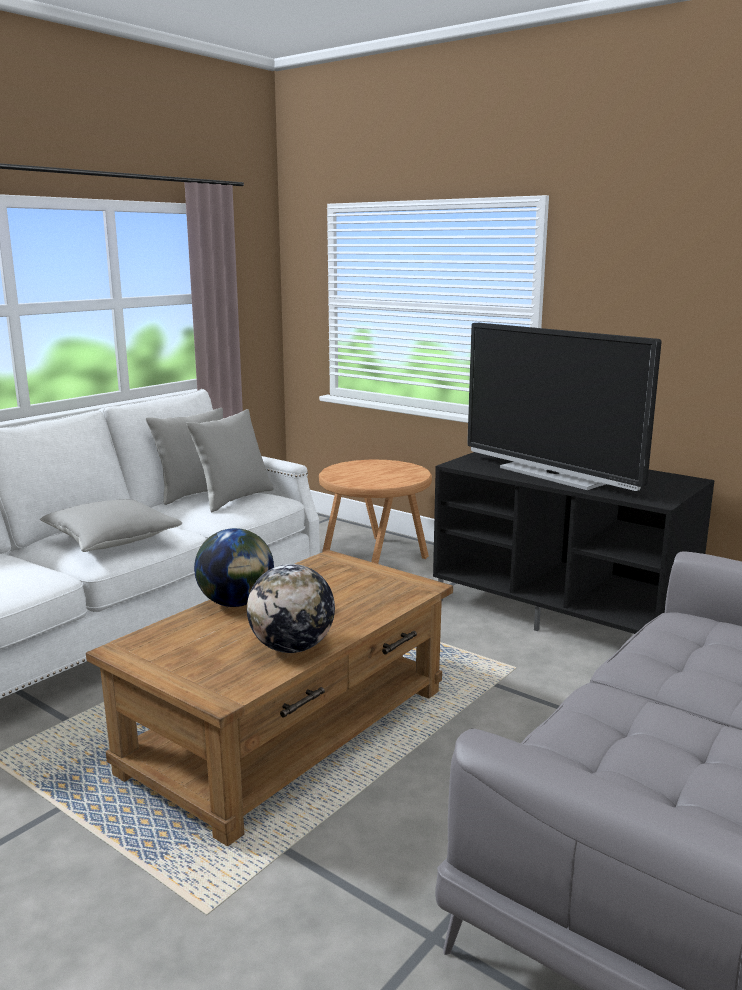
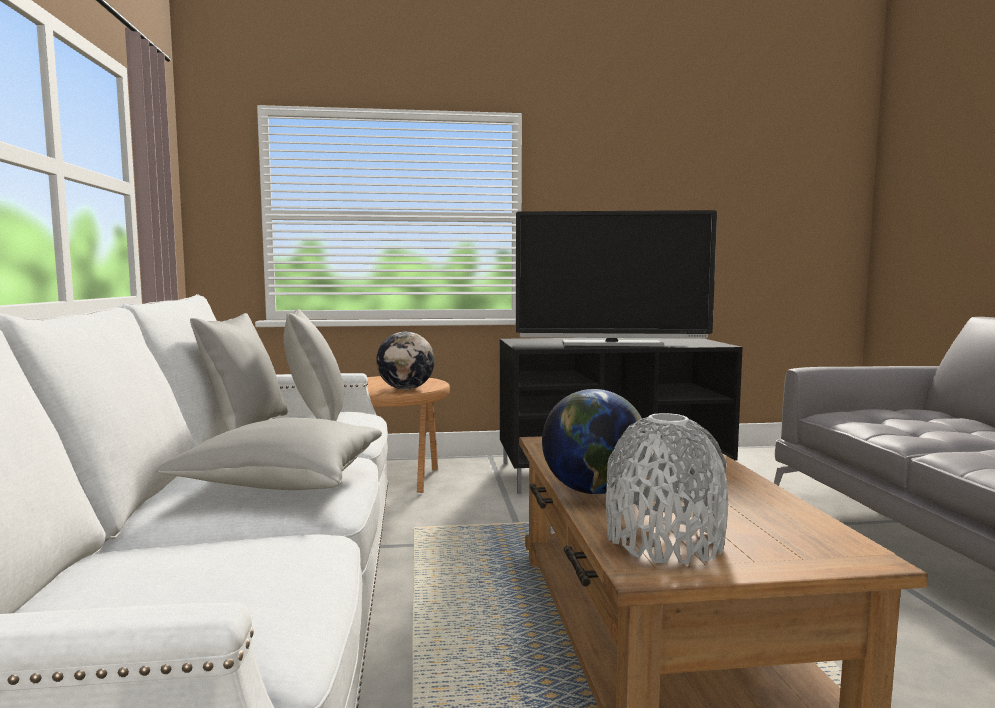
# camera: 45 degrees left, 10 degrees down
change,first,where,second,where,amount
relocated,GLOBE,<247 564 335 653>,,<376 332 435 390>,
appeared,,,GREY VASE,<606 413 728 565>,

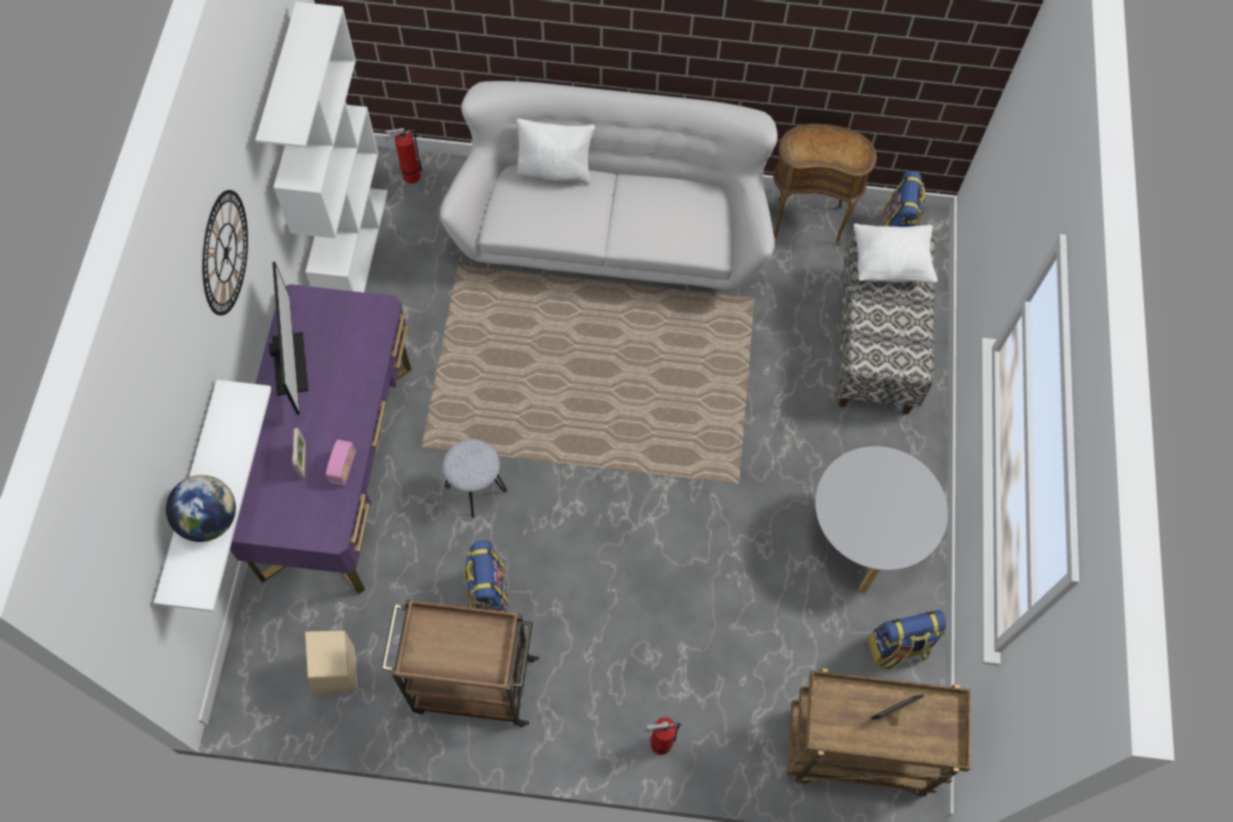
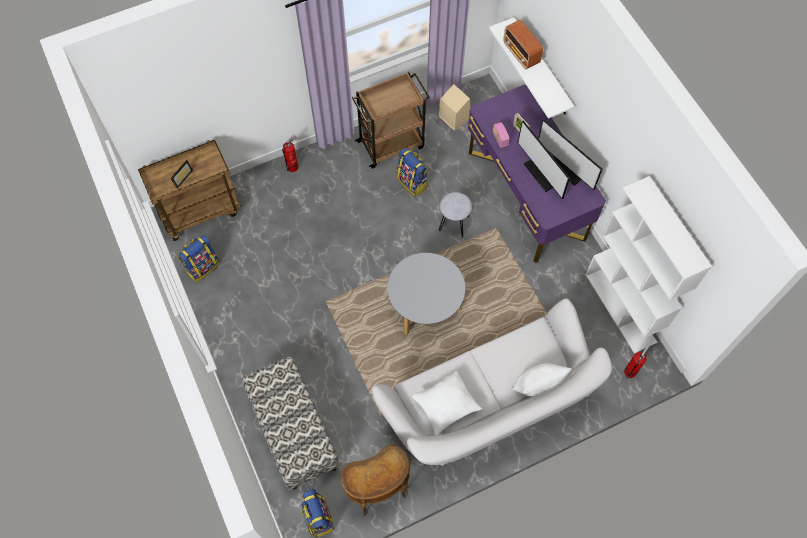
# camera: 150 degrees right, 0 degrees up
change,first,where,second,where,amount
missing,WALL CLOCK,<202 190 248 316>,,,
relocated,WHITE PILLOW,<854 224 938 283>,,<413 371 482 436>,
relocated,GREY COFFEE TABLE,<814 446 948 593>,,<387 253 465 335>,
exchanged,GLOBE,<166 475 236 542>,RADIO,<503 20 543 69>,
appeared,,,MONITOR,<518 120 570 199>,

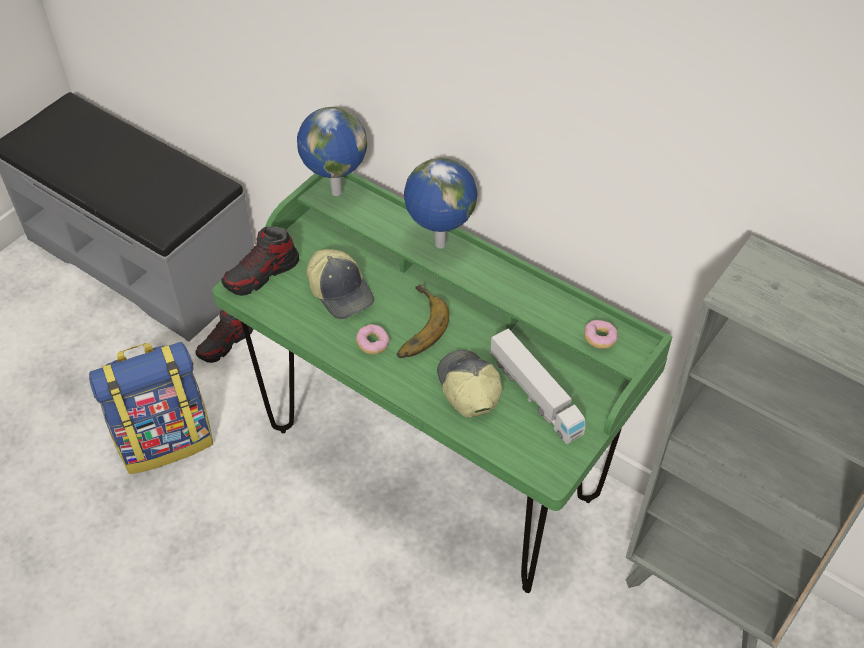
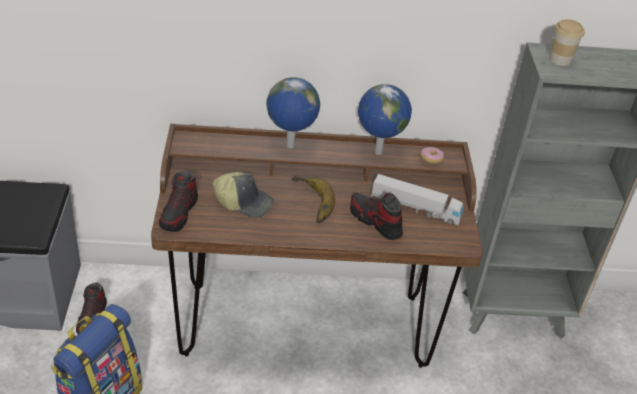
# camera: 40 degrees left, 10 degrees down
change,first,where,second,where,amount
relocated,GLOBE,<297 107 367 196>,,<358 84 412 155>,
colour,GREEN DESK,<212 172 672 593>,BROWN DESK,<151 124 483 368>,
missing,DONUT,<356 324 390 354>,,,
exchanged,CAP,<437 350 502 418>,SHOE,<350 193 403 240>,
appeared,,,CUP,<549 19 585 66>,

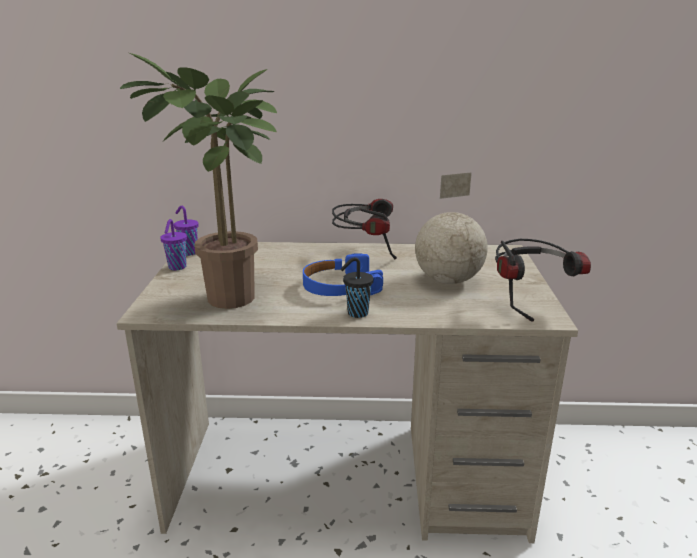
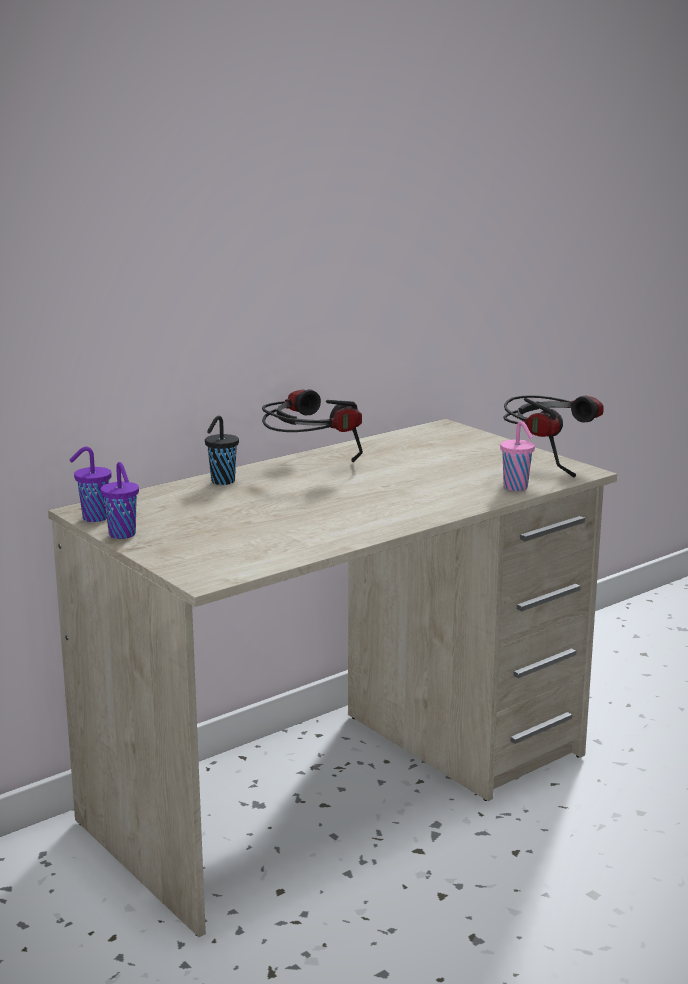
# camera: 40 degrees left, 5 degrees down
change,first,where,second,where,amount
missing,POTTED PLANT,<120 53 277 309>,,,
missing,GLOBE,<415 172 488 284>,,,
missing,BLUE HEADPHONES,<303 253 383 296>,,,
relocated,BLACK CUP,<340 257 374 318>,,<205 416 239 485>,
appeared,,,PINK CUP,<500 421 535 491>,

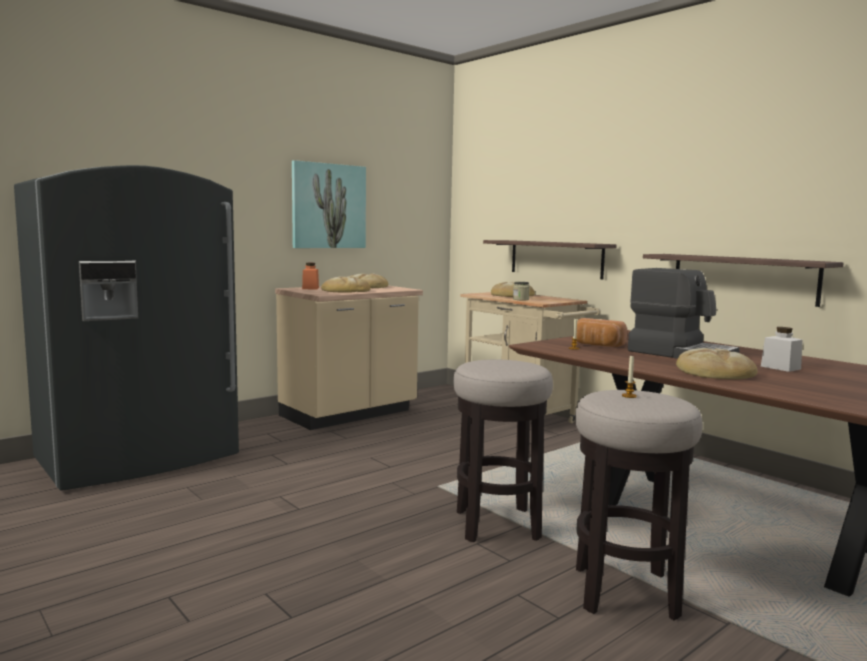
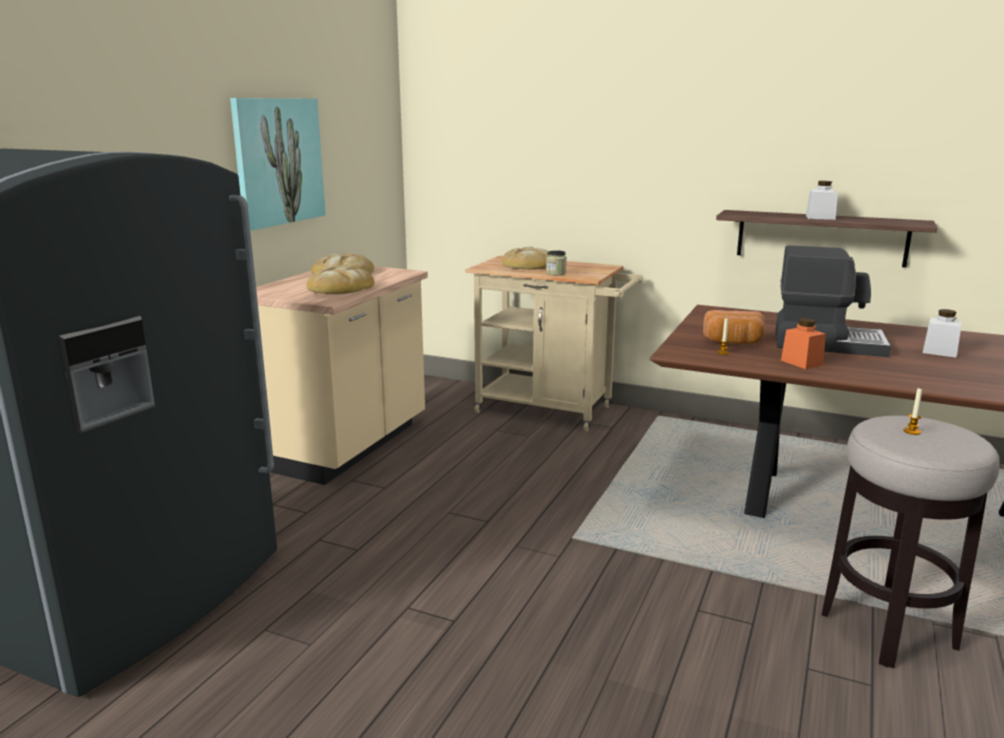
# camera: 25 degrees left, 10 degrees up
change,first,where,second,where,amount
missing,SHELF,<483 240 617 280>,,,
relocated,ORANGE JAR,<302 263 319 289>,,<781 318 826 369>,
missing,BREAD,<676 348 757 379>,,,
missing,STOOL,<453 360 553 542>,,,
appeared,,,WHITE JAR,<806 181 838 220>,

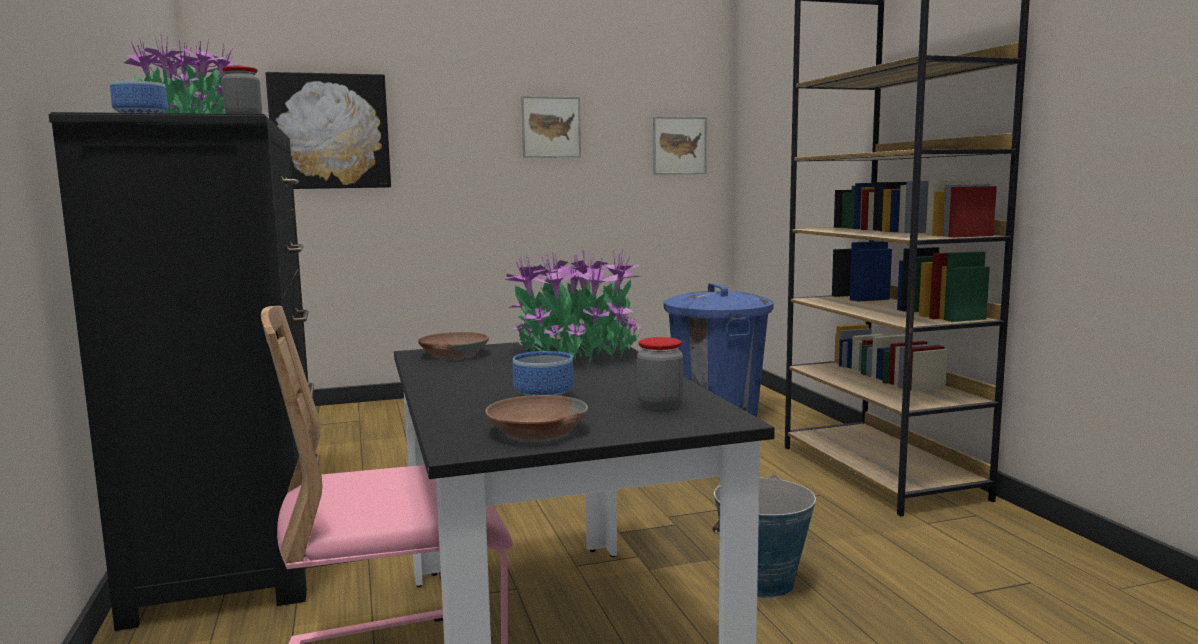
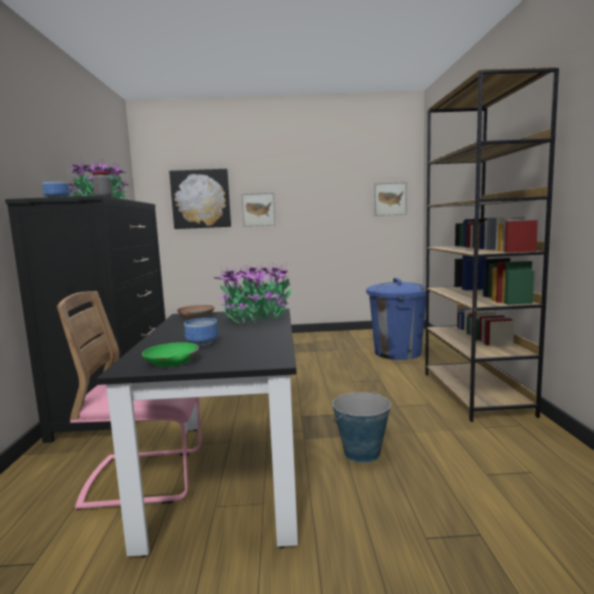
# camera: 15 degrees right, 0 degrees up
change,first,where,second,where,amount
relocated,PICTURE,<521 96 581 158>,,<241 193 275 227>,
missing,JAR,<637 337 683 410>,,,
colour,BROWN BOWL,<485 395 588 440>,GREEN BOWL,<142 342 199 367>,

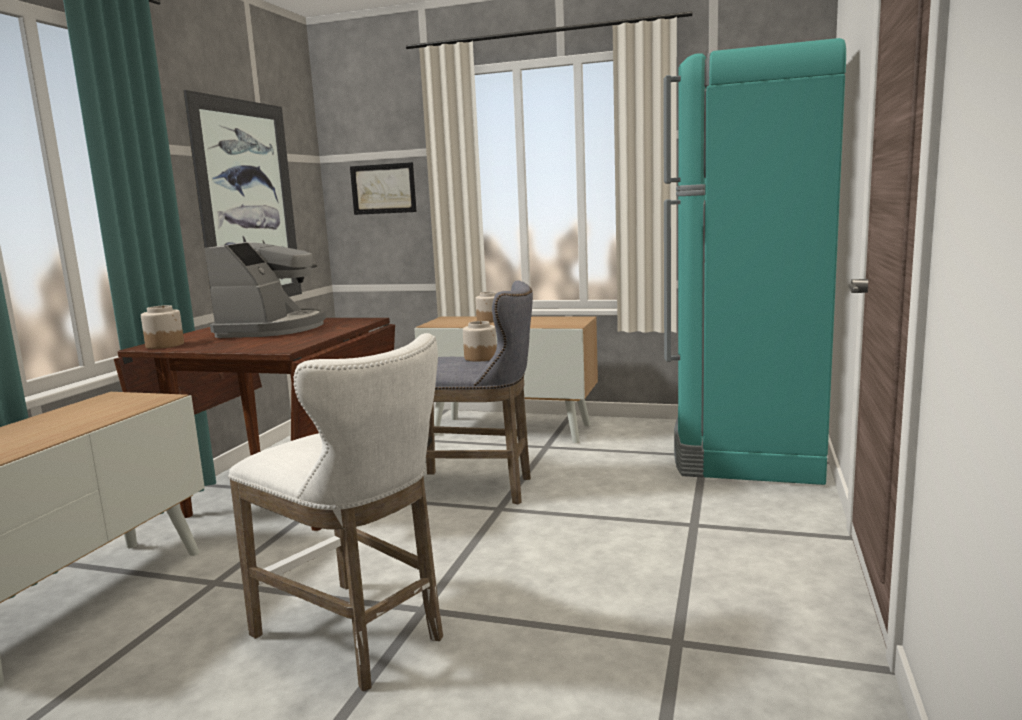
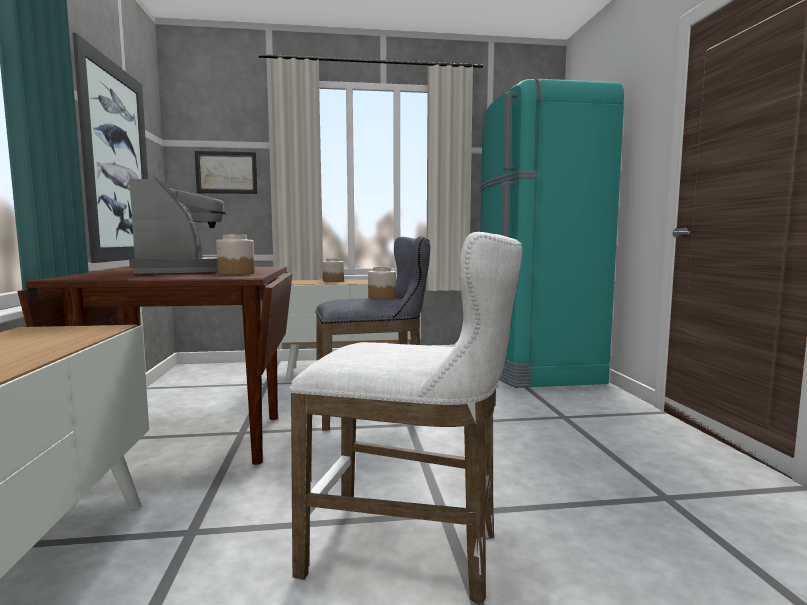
# camera: 25 degrees left, 5 degrees down
change,first,where,second,where,amount
relocated,JAR,<141 305 184 349>,,<216 235 255 275>,

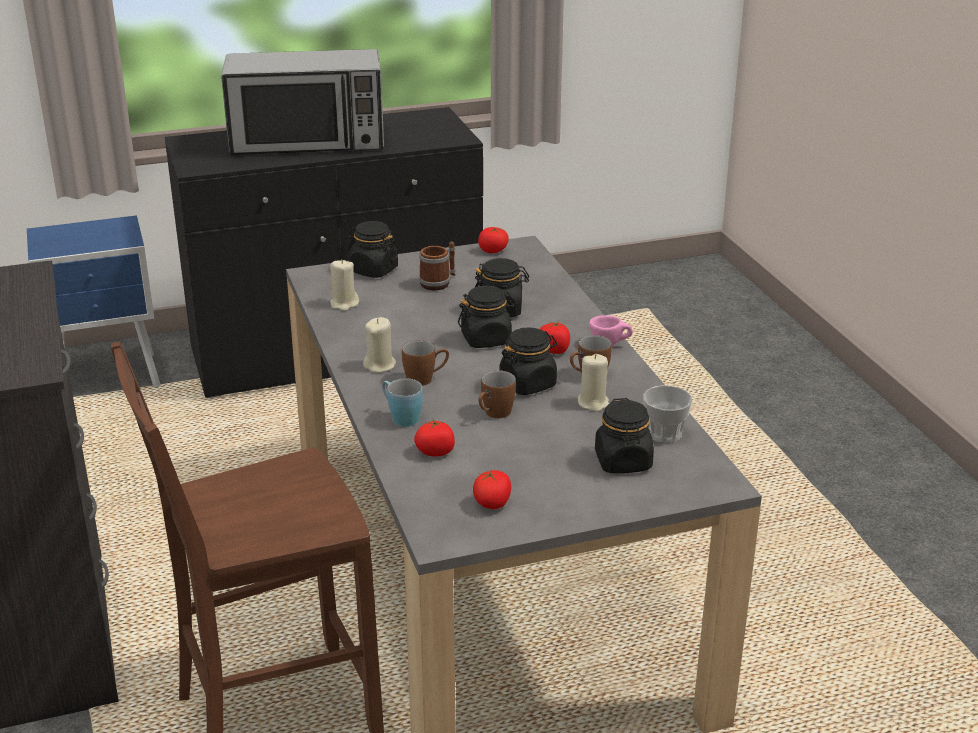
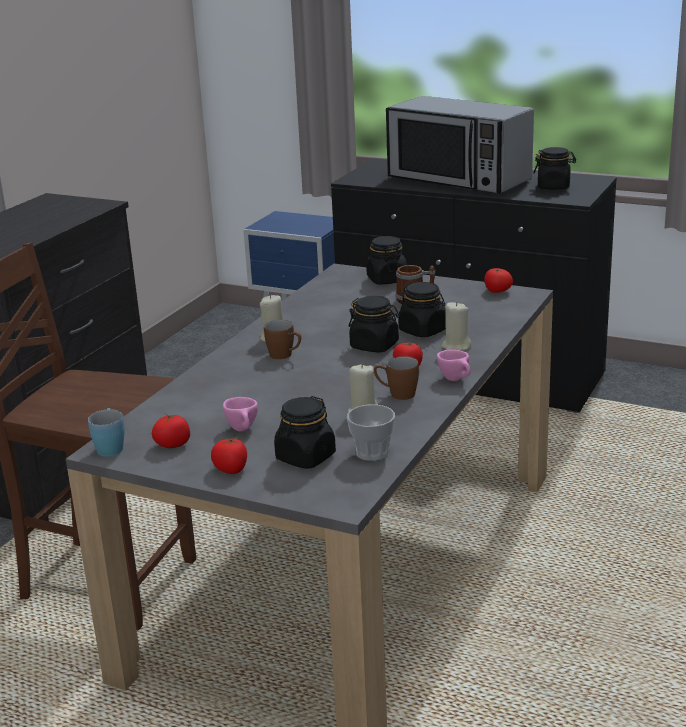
# camera: 45 degrees right, 5 degrees down
change,first,where,second,where,amount
relocated,BEIGE CANDLE,<330 259 359 311>,,<441 302 472 351>,
relocated,BLACK JAR,<500 327 557 395>,,<534 147 576 190>,
missing,BROWN MUG,<479 370 516 418>,,,
relocated,BLUE MUG,<382 378 423 427>,,<88 408 125 457>,
relocated,TOMATO,<414 418 455 457>,,<211 437 247 474>,
appeared,,,PINK CUP,<223 397 258 431>,

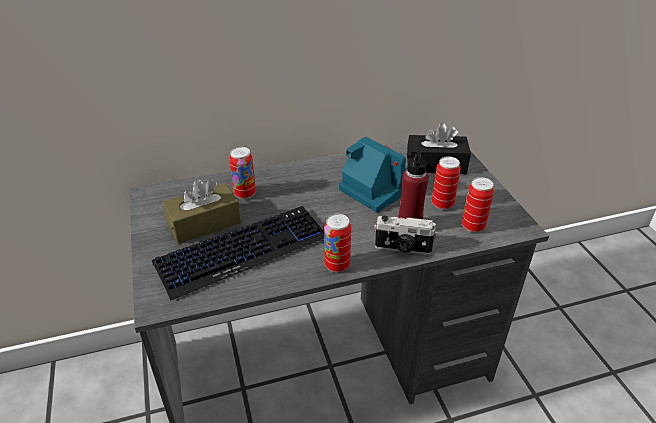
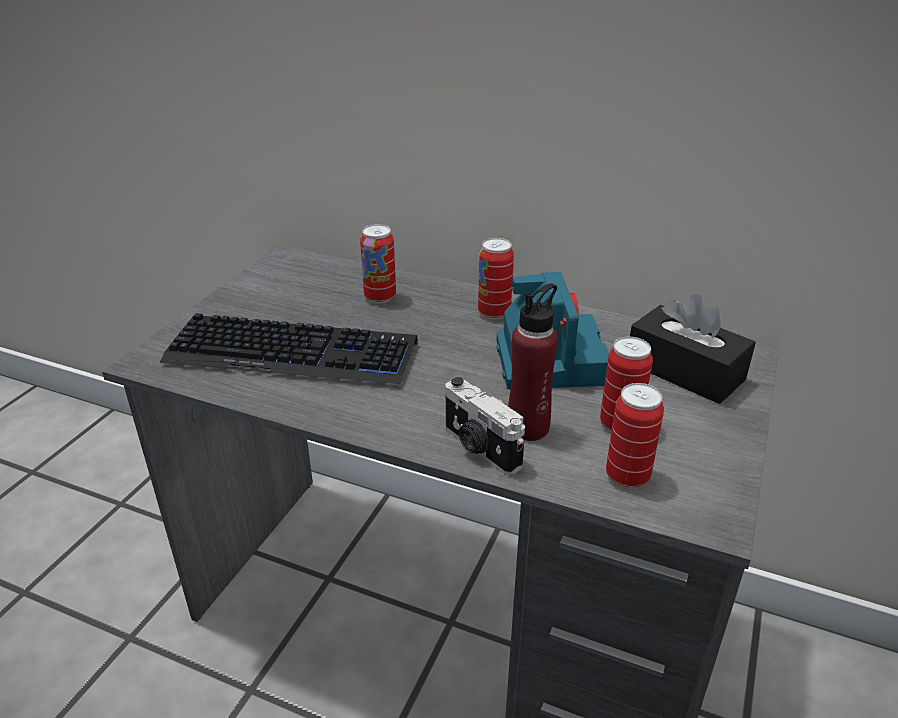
# camera: 40 degrees right, 5 degrees down
change,first,where,second,where,amount
missing,BROWN TISSUE BOX,<163 179 241 244>,,,
relocated,CAN,<324 214 351 272>,,<478 238 514 320>,

